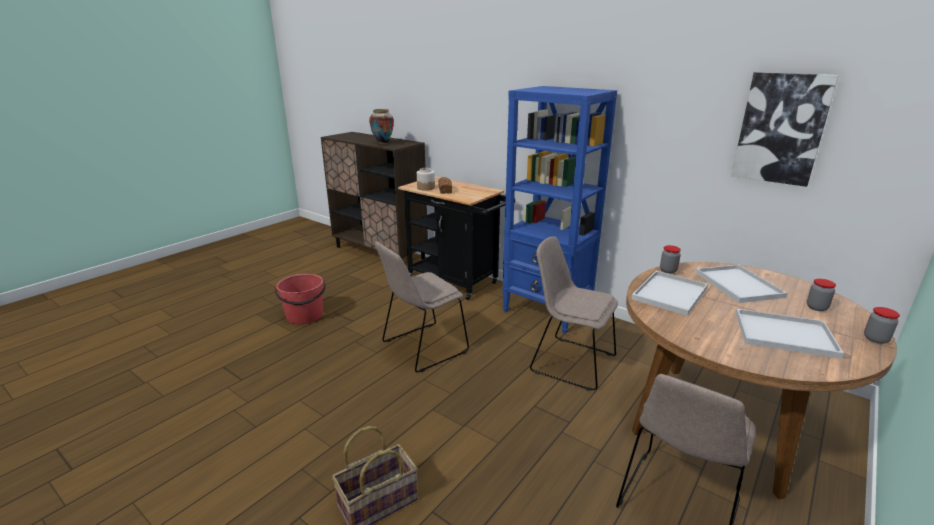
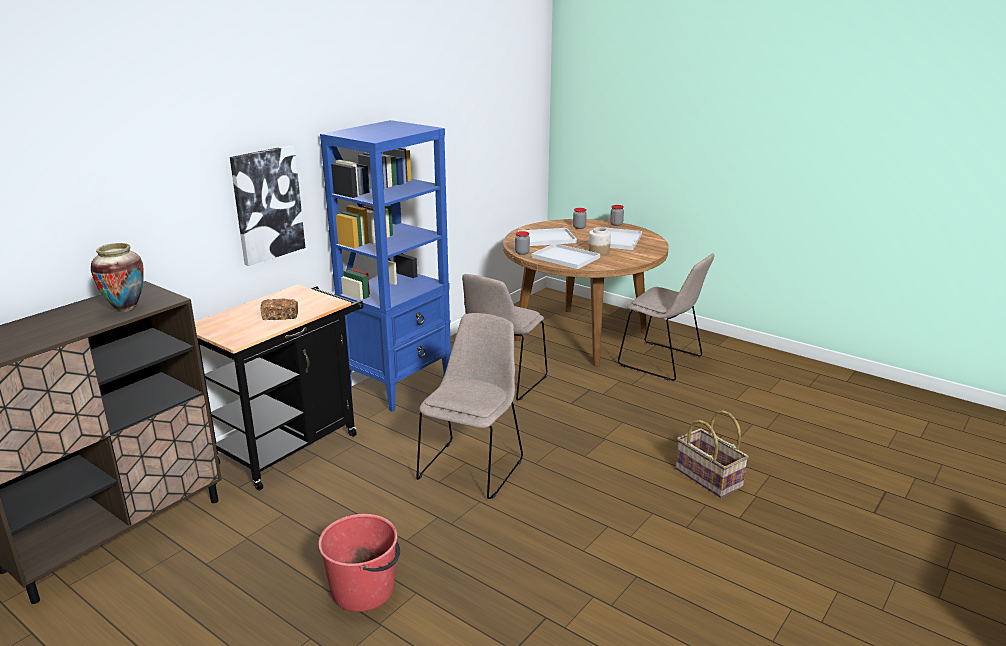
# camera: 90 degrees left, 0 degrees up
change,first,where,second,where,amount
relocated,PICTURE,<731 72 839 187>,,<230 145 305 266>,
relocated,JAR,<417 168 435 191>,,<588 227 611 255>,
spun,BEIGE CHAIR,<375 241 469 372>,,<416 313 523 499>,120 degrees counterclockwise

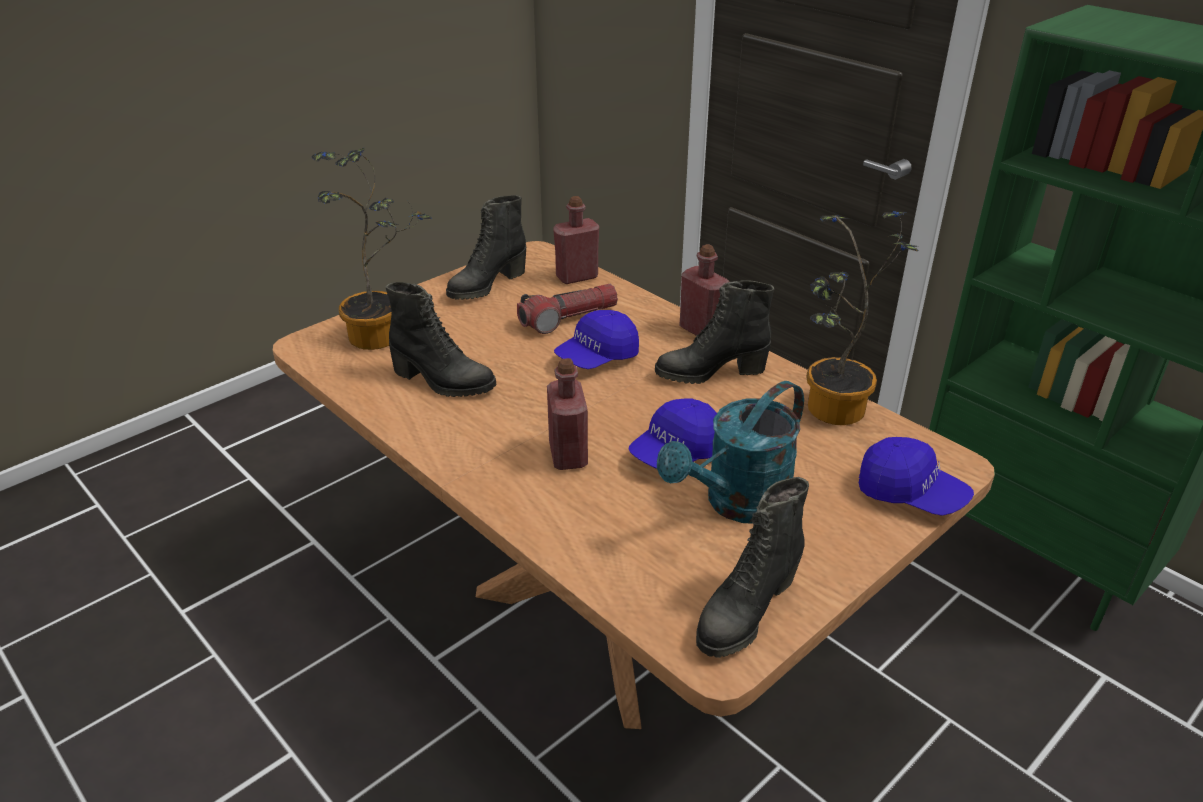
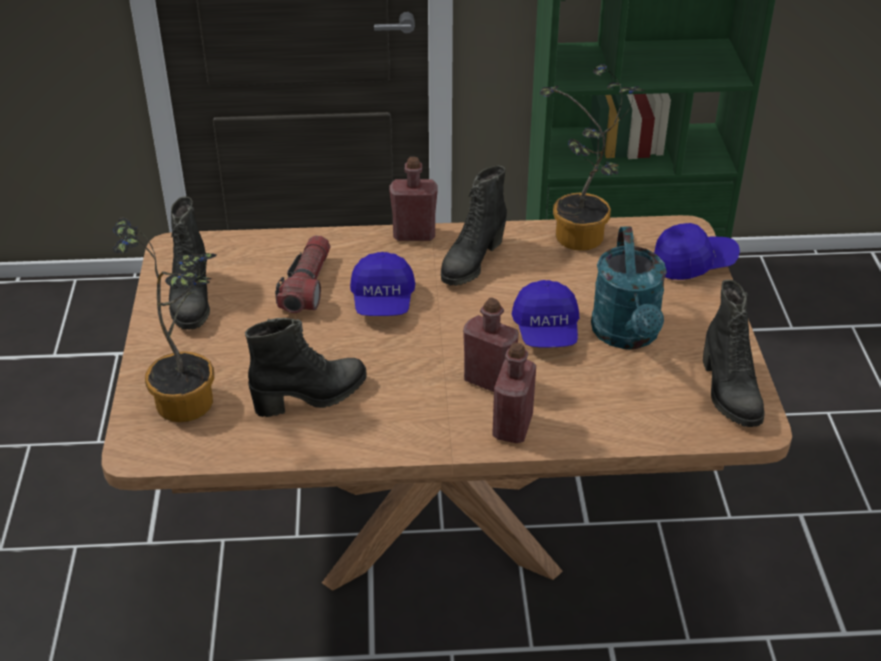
# camera: 50 degrees left, 5 degrees up
change,first,where,second,where,amount
relocated,RED BOTTLE,<553 196 599 284>,,<492 343 536 443>,

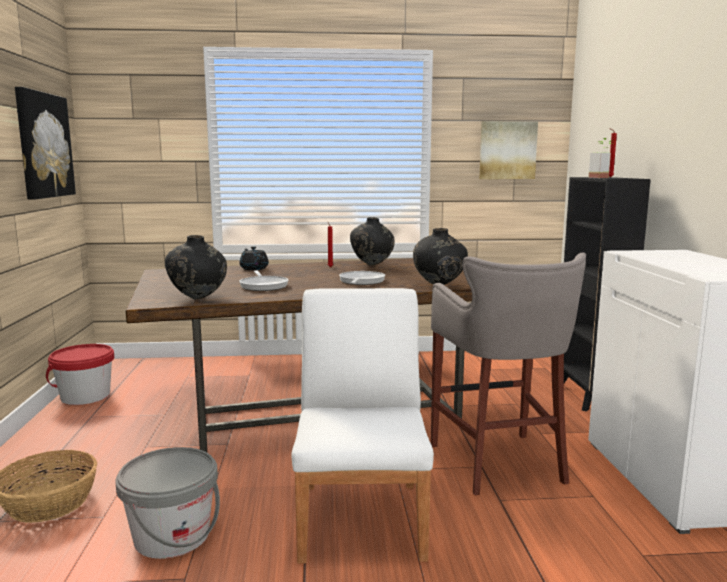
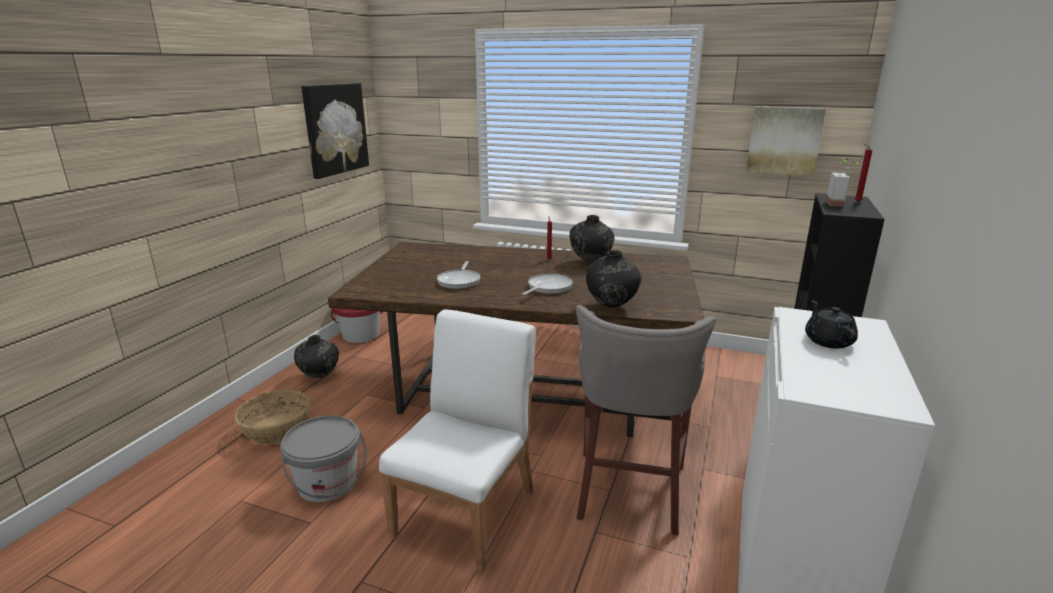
# camera: 25 degrees right, 10 degrees up
change,first,where,second,where,amount
relocated,BLACK VASE,<165 235 227 299>,,<294 335 339 378>,
relocated,BLACK TEAPOT,<239 247 269 270>,,<805 300 858 349>,

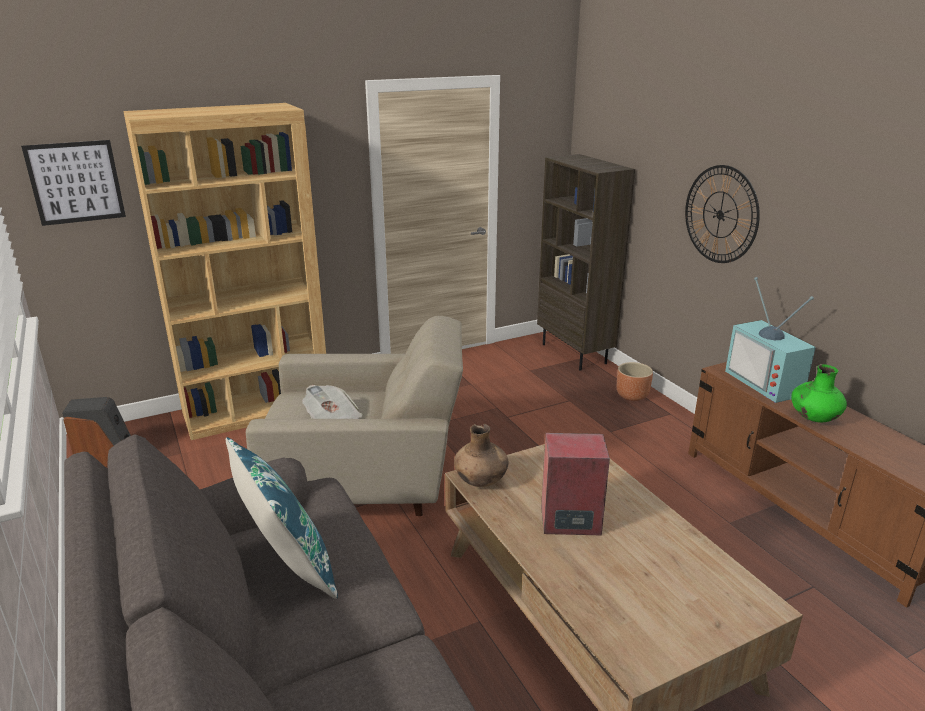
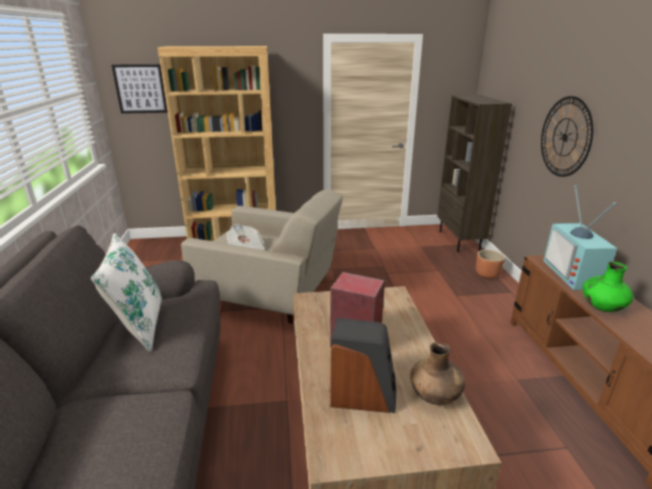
# camera: 20 degrees right, 0 degrees up
change,first,where,second,where,amount
relocated,SPEAKER,<62 397 131 467>,,<330 318 397 413>,
relocated,BROWN VASE,<454 424 509 487>,,<410 342 465 405>,
colour,BLUE PILLOW,<226 437 338 599>,WHITE PILLOW,<91 233 162 352>,

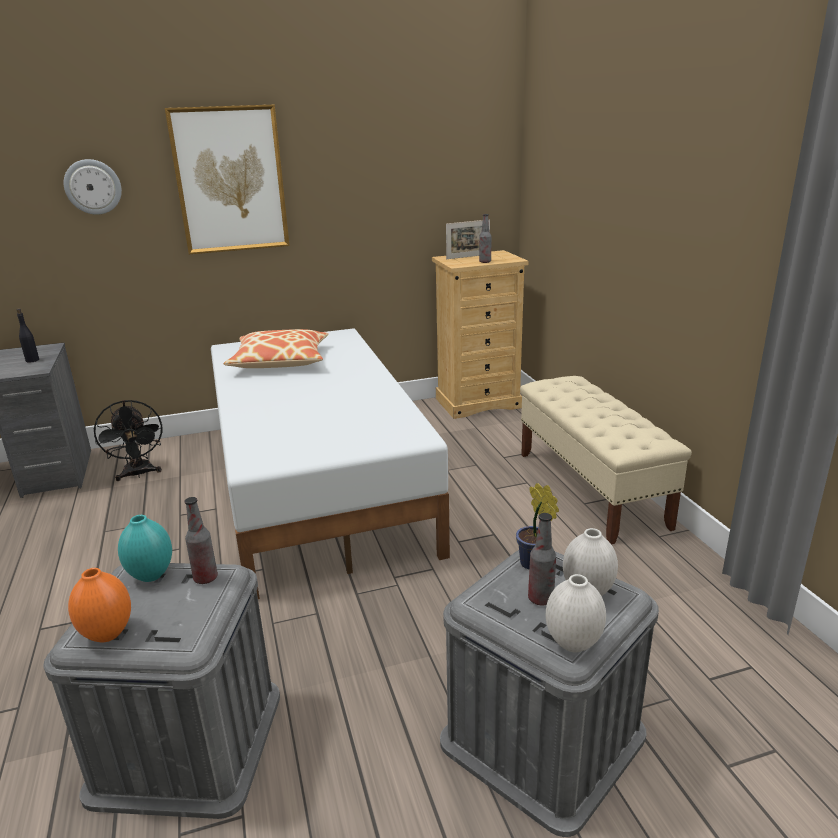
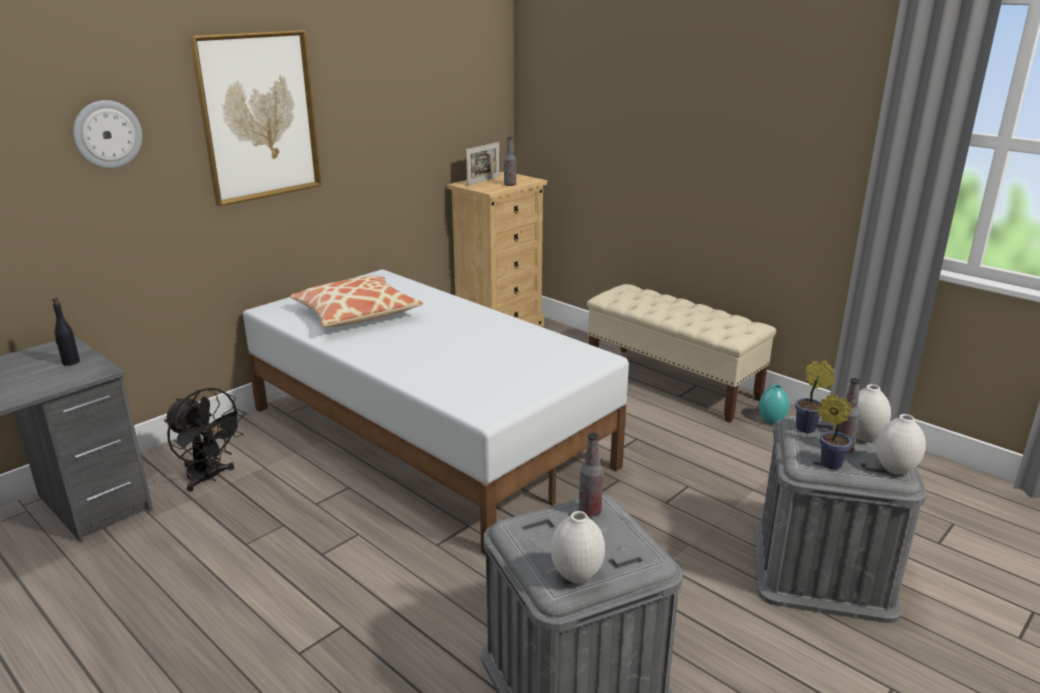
# camera: 30 degrees left, 0 degrees up
change,first,where,second,where,amount
relocated,TURQUOISE VASE,<118 515 172 582>,,<759 384 790 425>,
colour,ORANGE VASE,<68 568 131 642>,WHITE VASE,<551 511 605 583>,
appeared,,,POTTED PLANT,<818 394 852 469>,

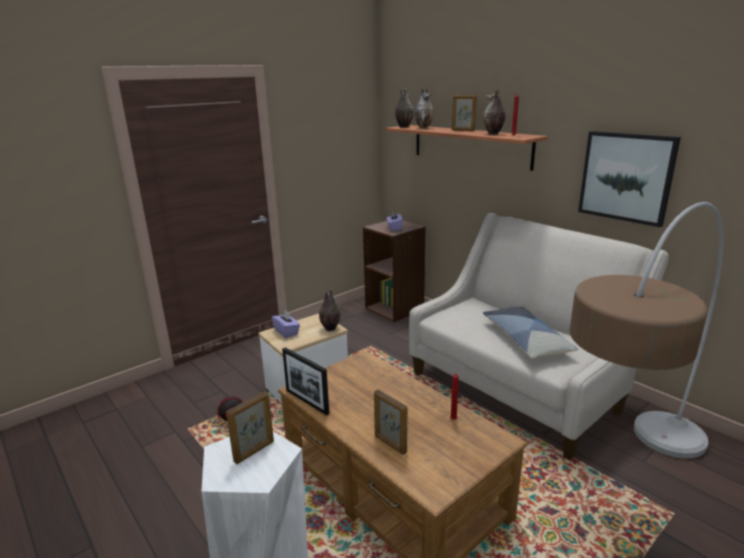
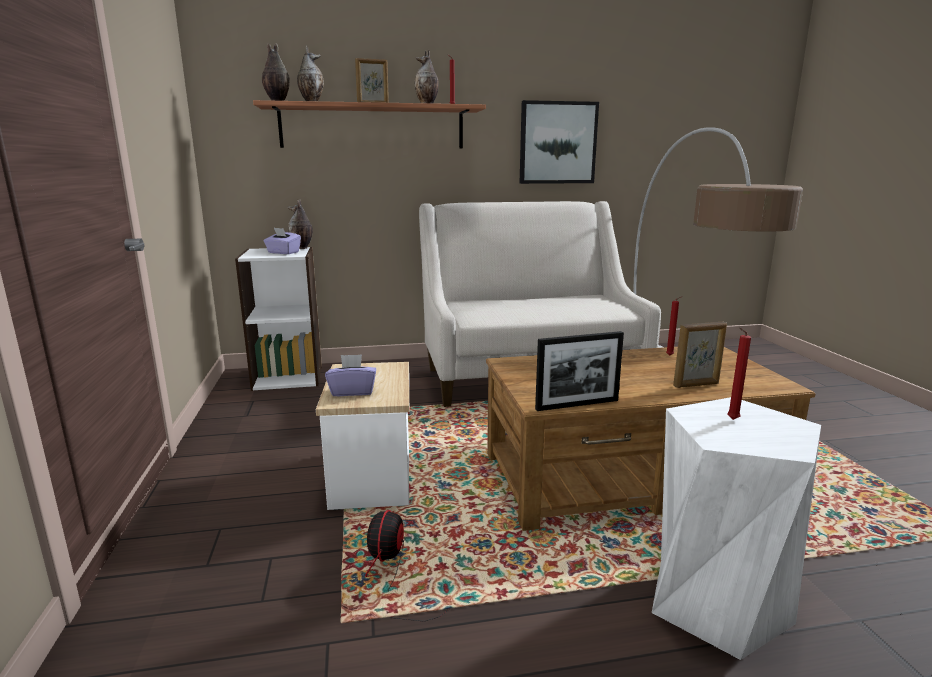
# camera: 60 degrees left, 5 degrees down
change,first,where,second,where,amount
colour,BROWN BOOKCASE,<363 220 426 322>,WHITE BOOKCASE,<235 247 322 391>,
relocated,VASE,<319 289 341 331>,,<287 199 313 249>,
missing,PILLOW,<483 307 578 359>,,,
exchanged,PICTURE FRAME,<226 391 274 464>,RED CANDLE,<727 328 751 420>,

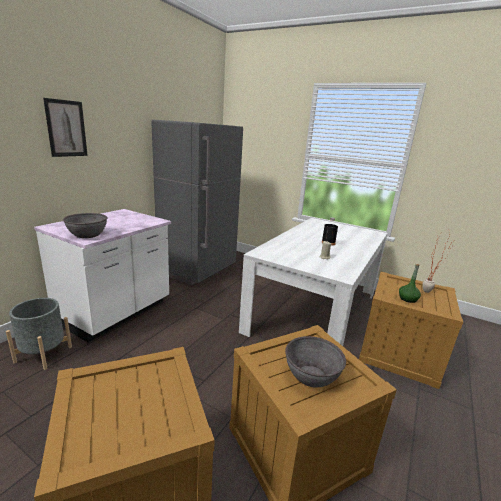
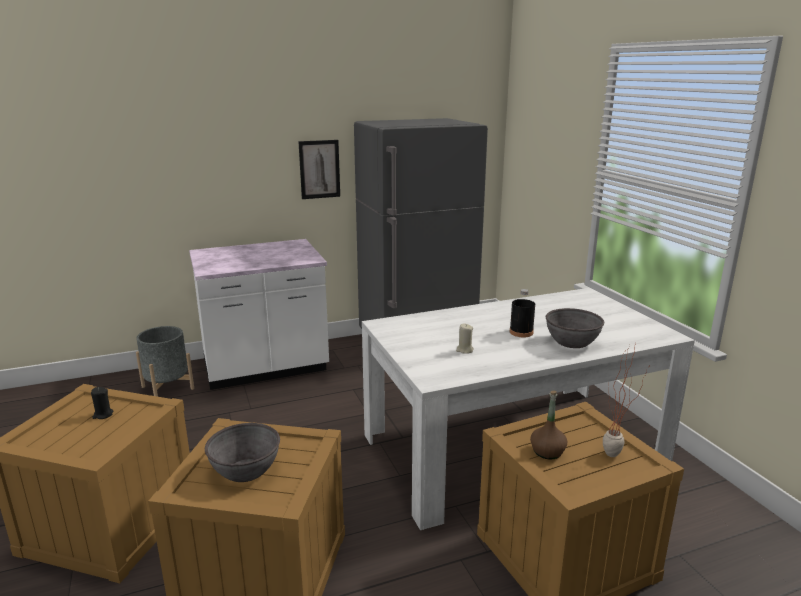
# camera: 40 degrees right, 0 degrees up
change,first,where,second,where,amount
relocated,PICTURE,<43 98 88 157>,,<298 140 340 199>,
relocated,GREY BOWL,<63 213 107 238>,,<546 308 604 348>,
colour,GREEN BOTTLE,<399 264 421 303>,BROWN BOTTLE,<530 391 567 460>,
appeared,,,BLACK CANDLE,<91 387 114 419>,

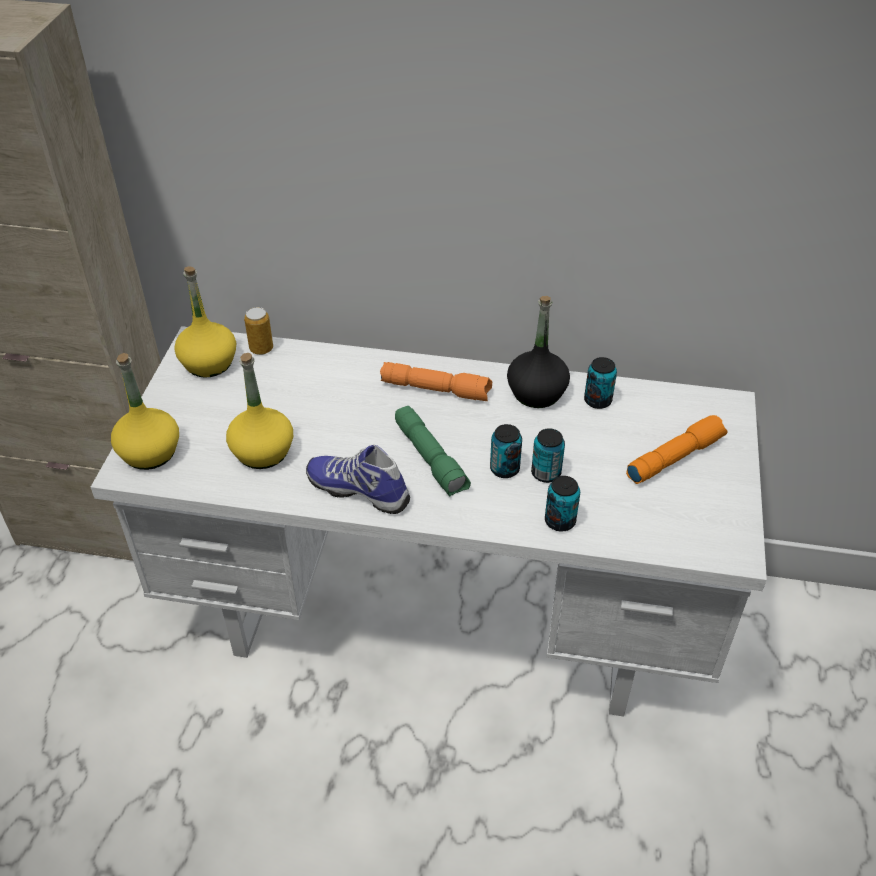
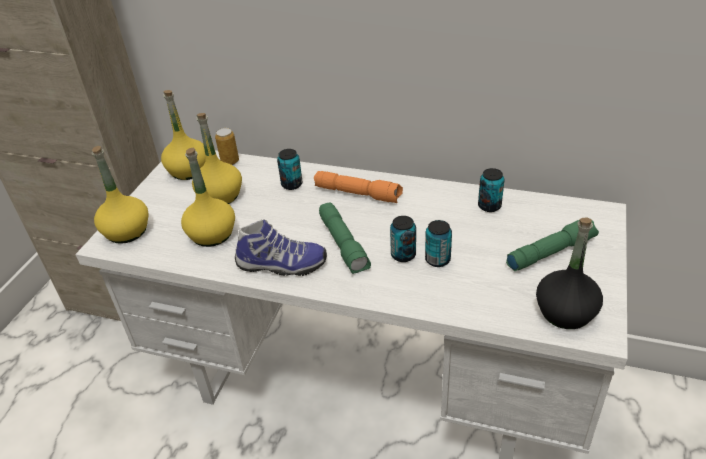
# camera: 10 degrees right, 5 degrees down
change,first,where,second,where,amount
relocated,BLACK BOTTLE,<507 296 570 408>,,<536 218 603 329>,
colour,ORANGE FLASHLIGHT,<626 415 727 484>,GREEN FLASHLIGHT,<506 218 599 271>,
spun,SHOE,<306 445 410 514>,,<235 220 327 276>,150 degrees clockwise
relocated,CAN,<545 476 580 532>,,<277 149 303 190>,
appeared,,,YELLOW BOTTLE,<192 113 242 204>,

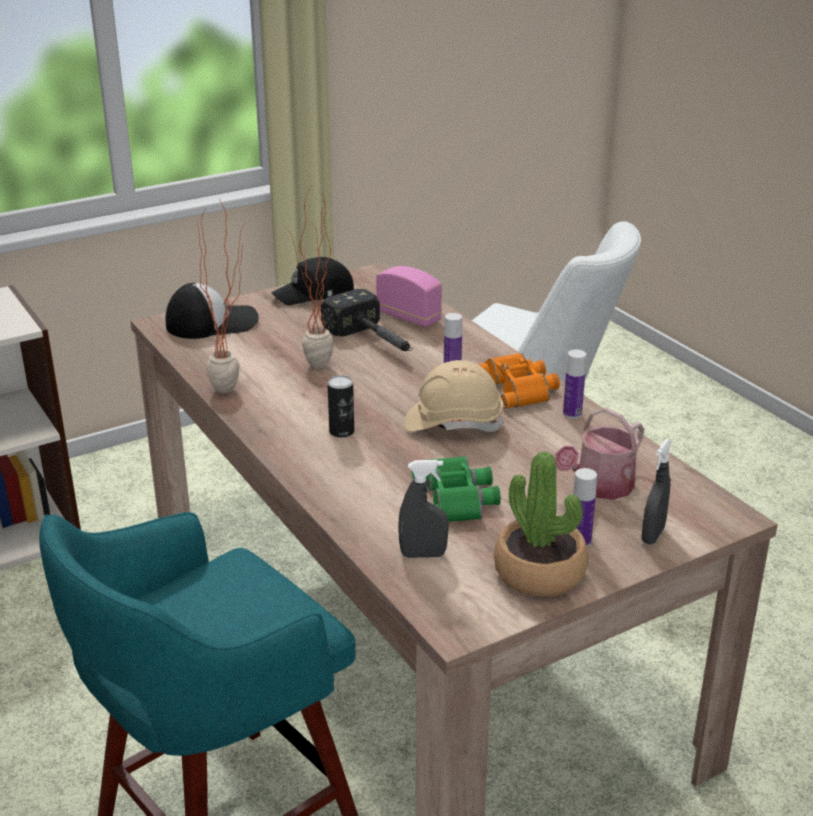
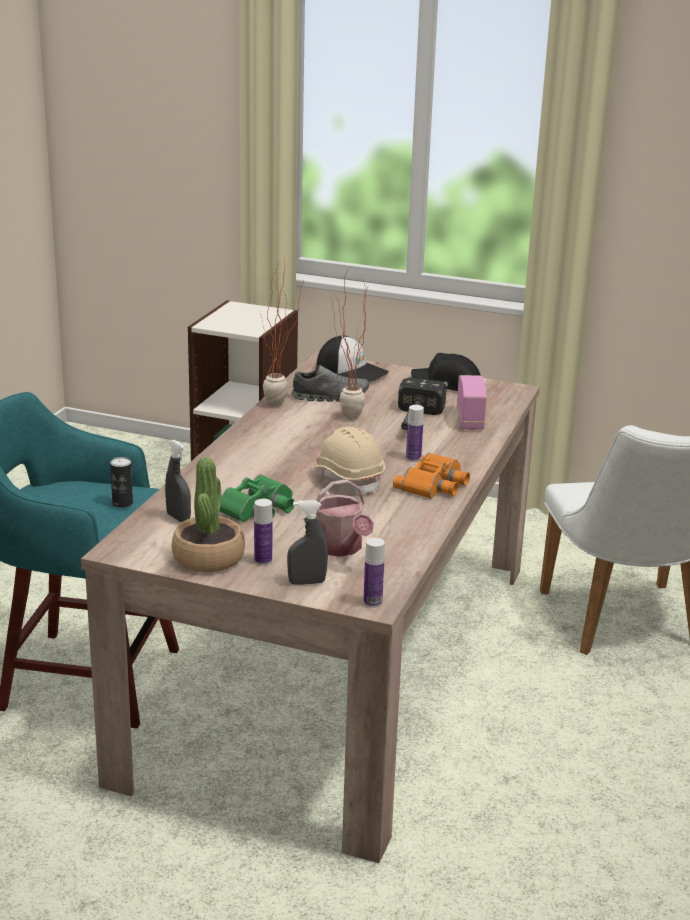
# camera: 50 degrees right, 5 degrees down
change,first,where,second,where,amount
relocated,BOTTLE,<563 349 586 419>,,<363 538 385 607>,
relocated,CAN,<327 375 354 438>,,<110 457 133 508>,
spun,WATERING CAN,<555 408 644 500>,,<316 479 374 557>,120 degrees counterclockwise
appeared,,,GREY SHOE,<292 365 369 402>,

